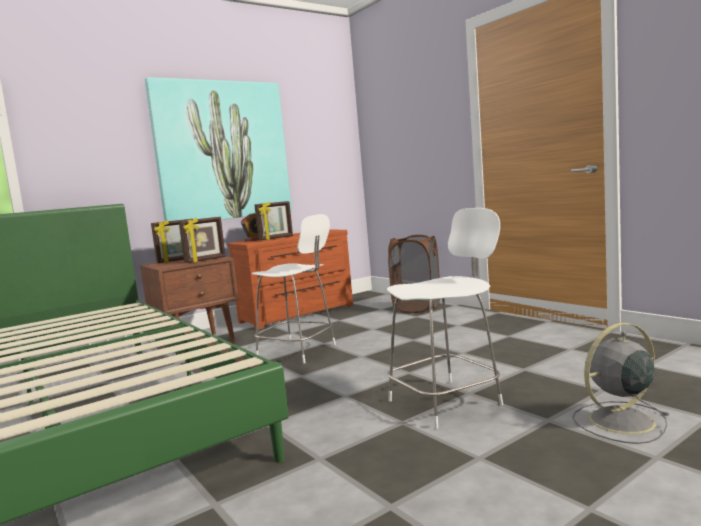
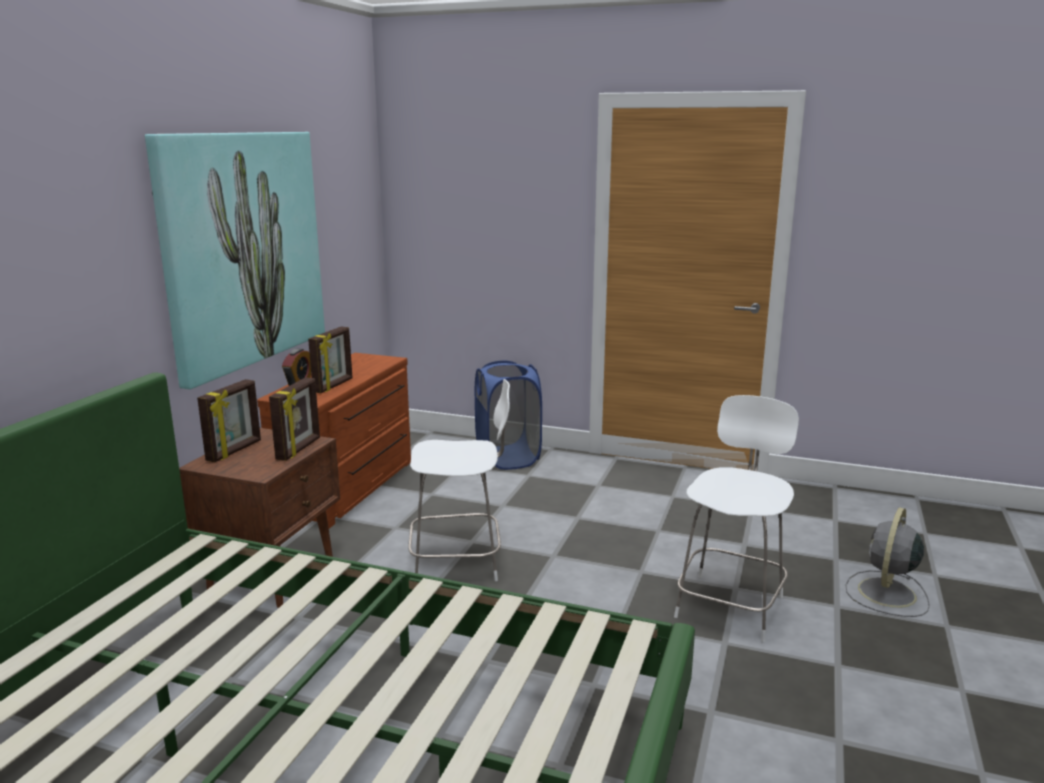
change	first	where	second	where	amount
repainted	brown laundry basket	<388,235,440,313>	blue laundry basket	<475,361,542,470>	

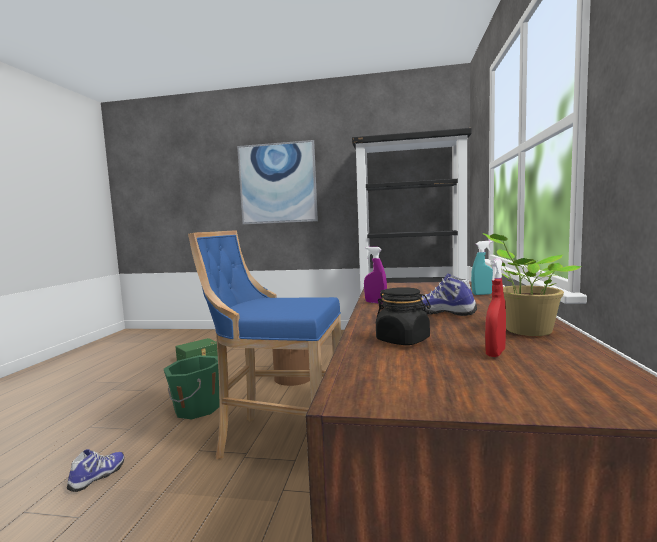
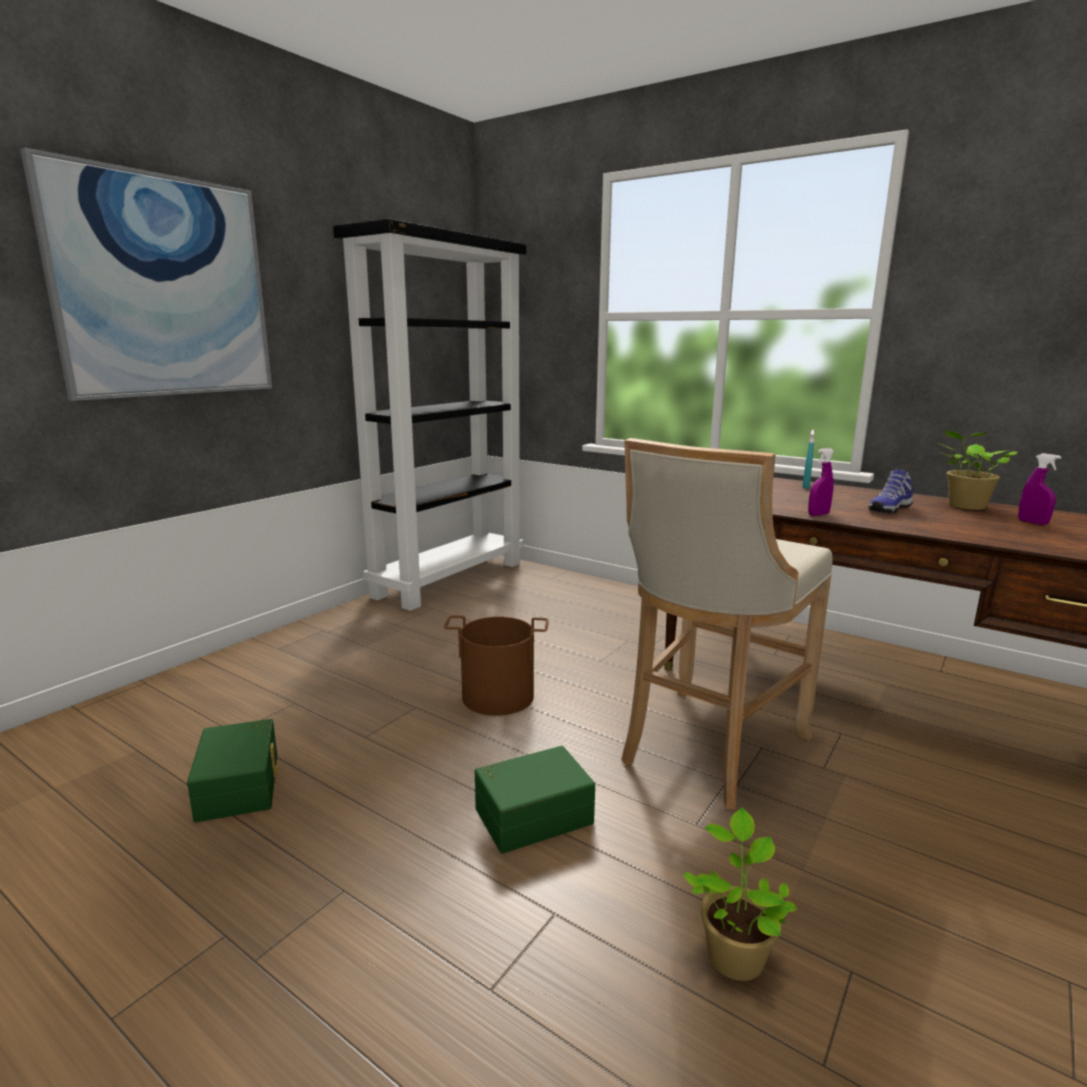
change	first	where	second	where	amount
swapped	green bucket	<164,355,219,419>	green storage box	<475,746,595,854>	
repainted	blue stool	<188,231,341,460>	beige stool	<621,438,833,809>	
swapped	shoe	<67,449,124,492>	potted plant	<683,808,797,981>	
repainted	red spray bottle	<485,258,506,357>	purple spray bottle	<1018,453,1061,525>	
gone	black jar	<376,287,431,345>			

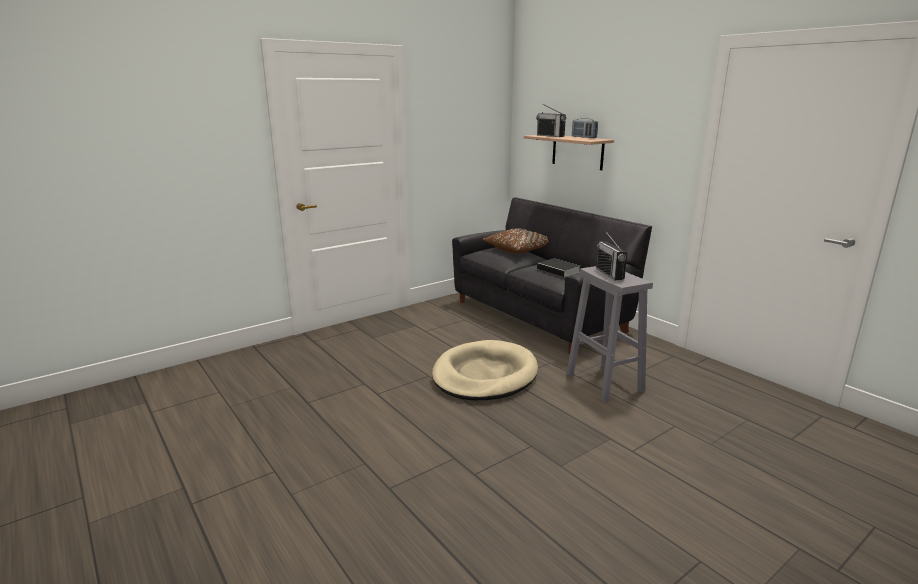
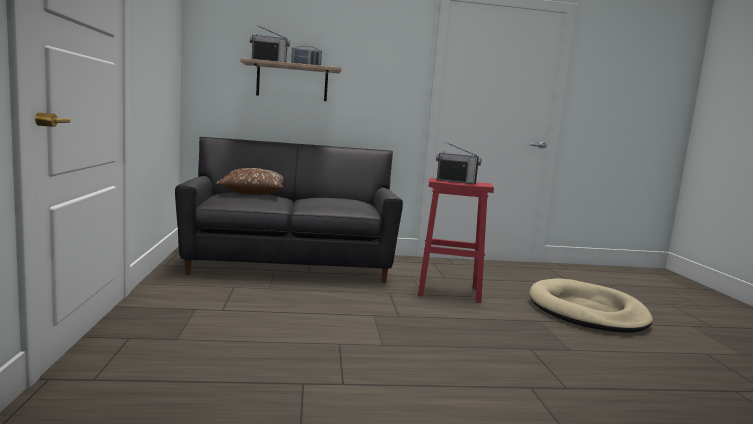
change	first	where	second	where	amount
repainted	grey stool	<566,266,653,402>	red stool	<418,178,494,303>	
shifted	beige dog bed	<432,340,538,400>		<529,278,653,333>	
gone	book	<537,258,580,277>			

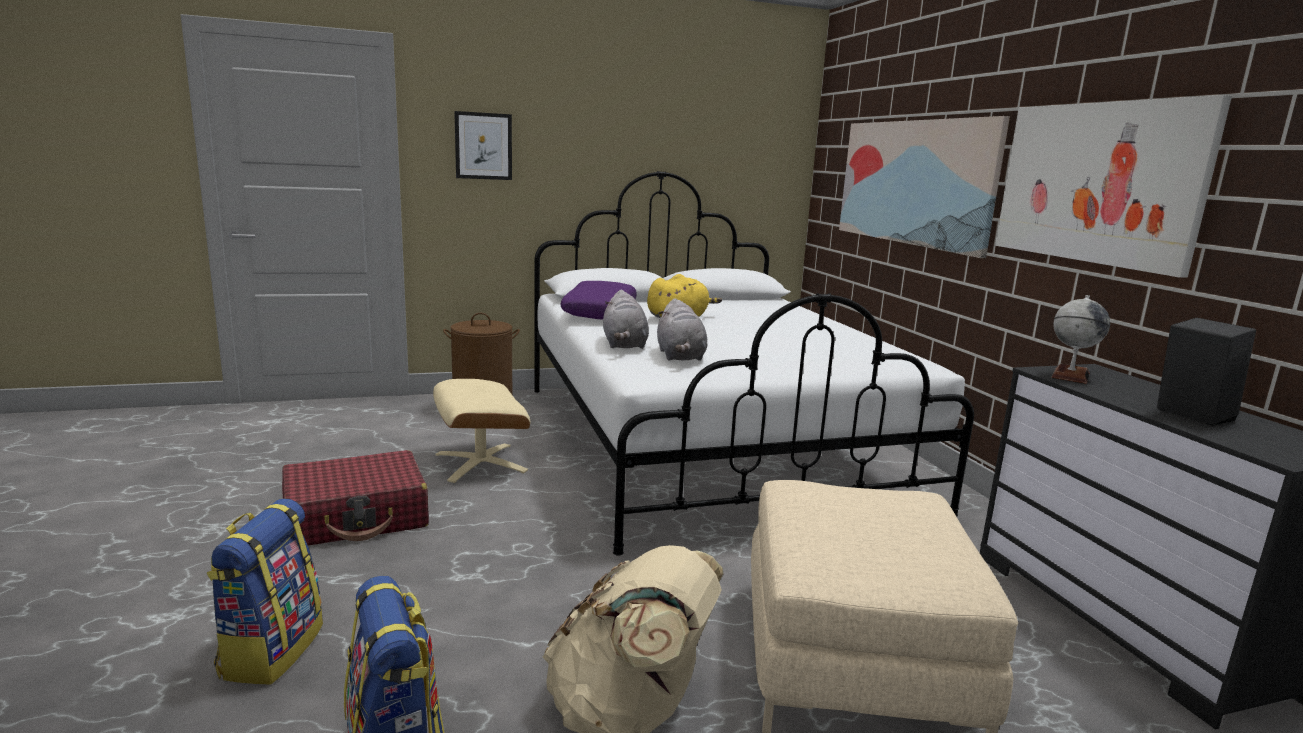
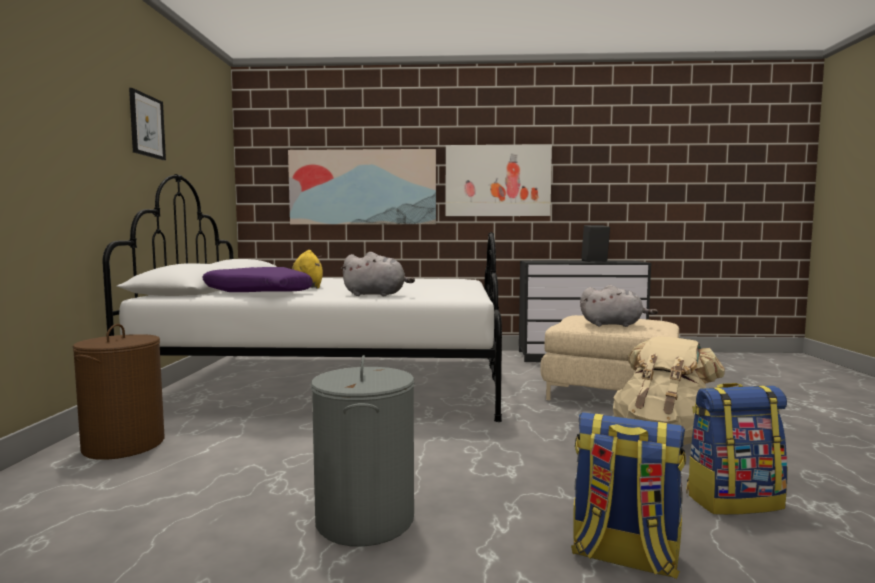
change	first	where	second	where	amount
shifted	picture	<454,111,512,180>		<129,88,166,160>	
swapped	red suitcase	<282,450,429,546>	grey laundry basket	<311,355,414,547>	
shifted	grey plush toy	<657,298,707,361>		<580,285,658,327>	
gone	beige ottoman	<433,379,531,483>			
gone	globe	<1051,295,1110,384>			

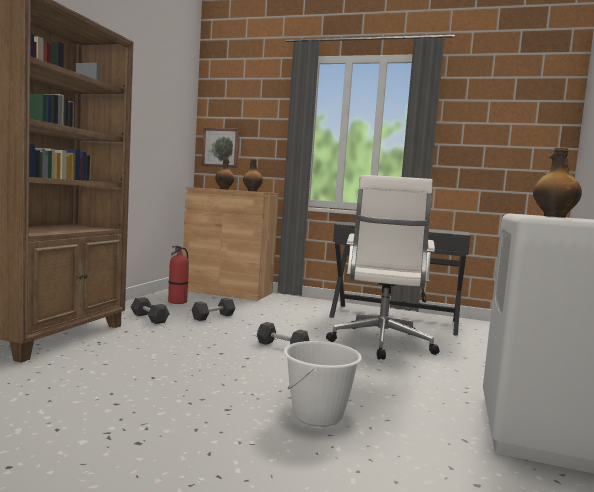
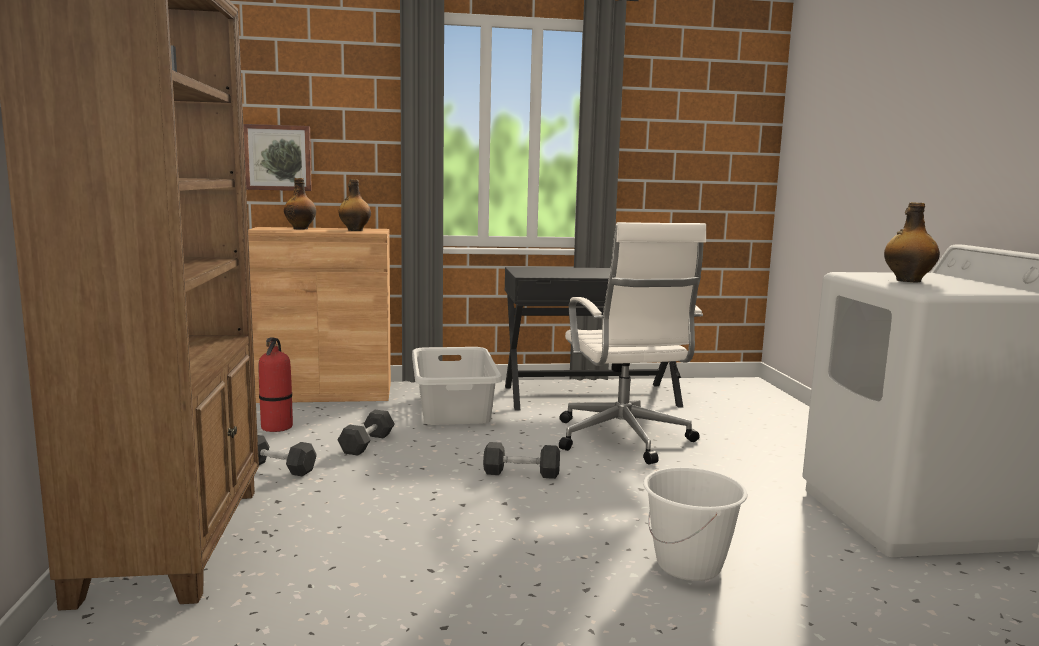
change	first	where	second	where	amount
new			grey laundry basket	<412,347,502,425>	

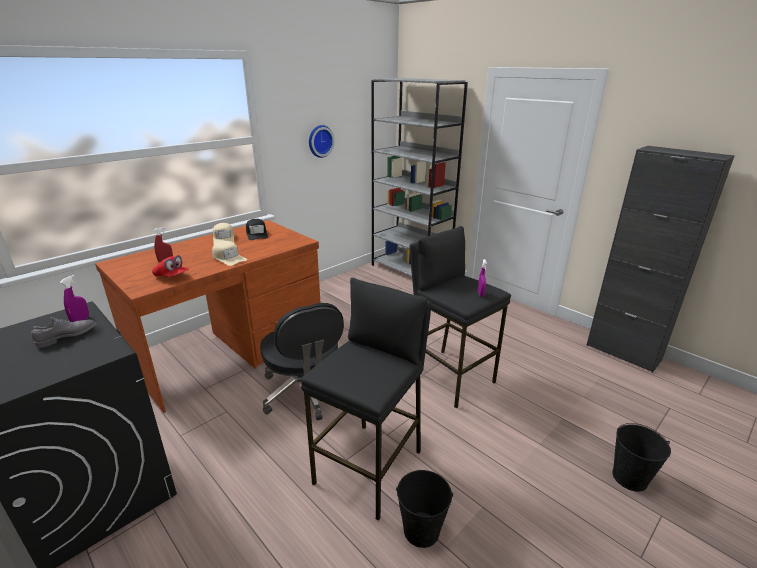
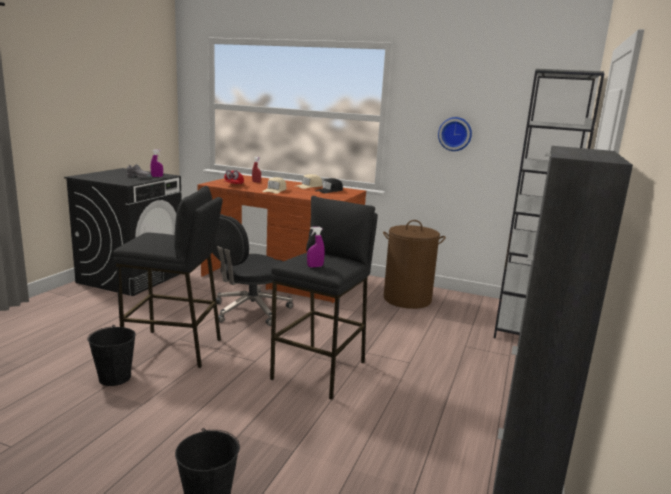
change	first	where	second	where	amount
new			brown laundry basket	<383,220,446,309>	

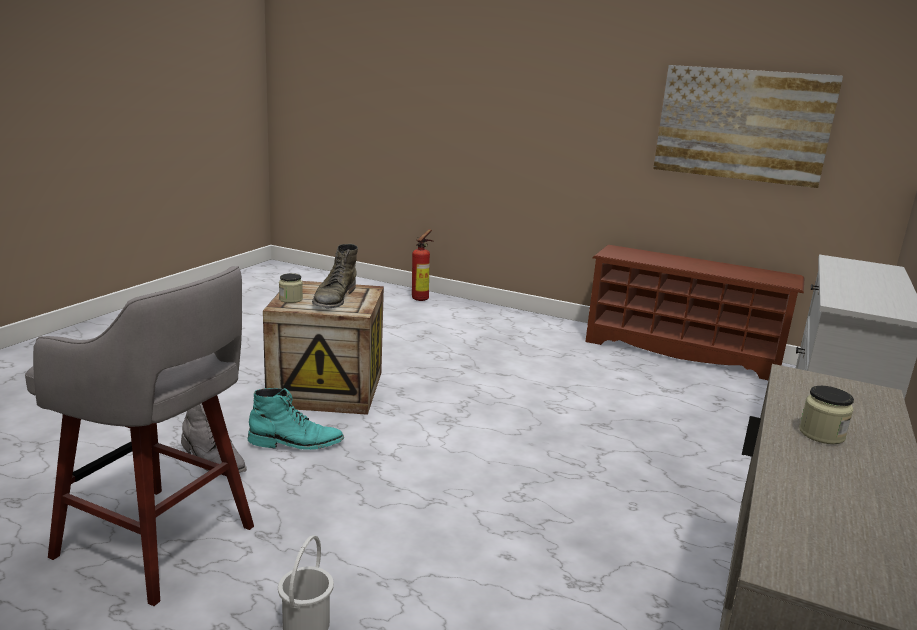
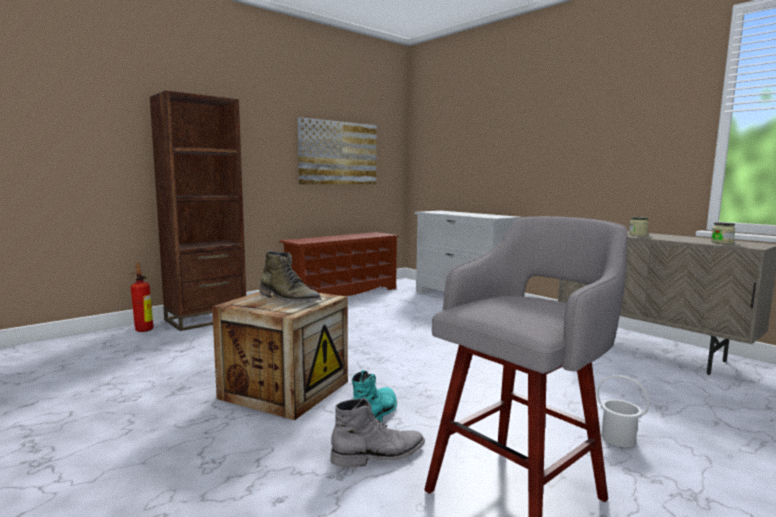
change	first	where	second	where	amount
new			brown bookcase	<150,91,246,331>	
shifted	jar	<279,273,303,303>		<711,222,735,244>	

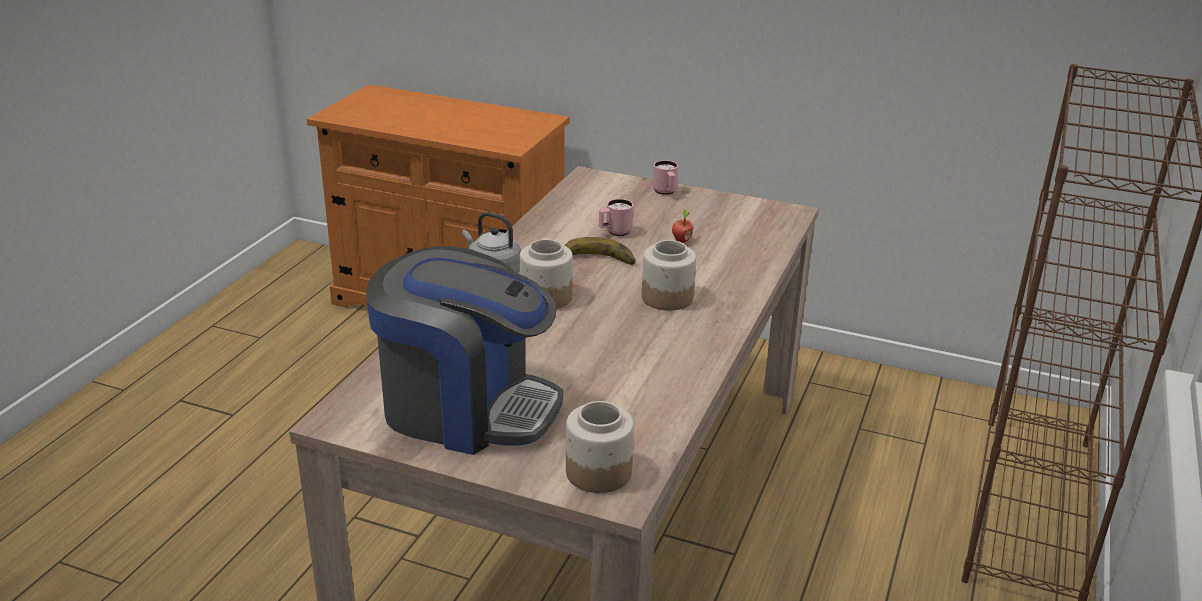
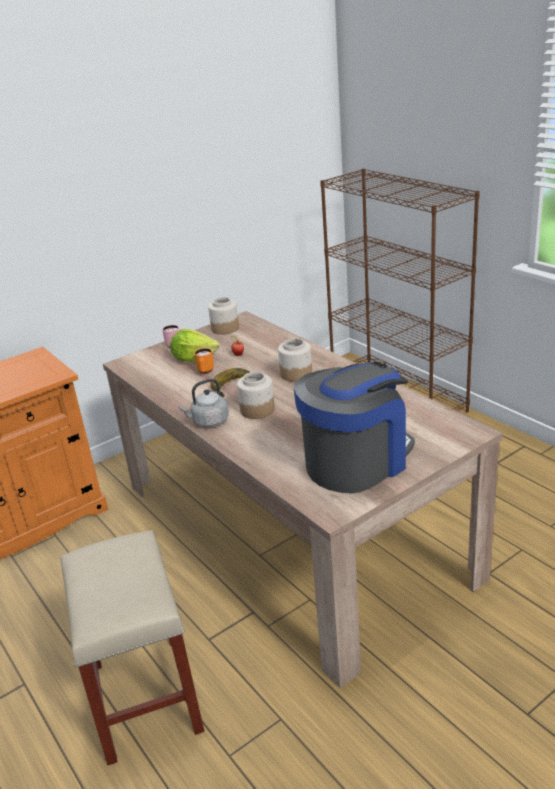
change	first	where	second	where	amount
new			beige stool	<61,530,204,765>	
new			lettuce	<170,329,219,362>	
repainted	pink mug	<599,199,634,236>	orange mug	<194,348,214,373>	
shifted	jar	<566,401,634,493>		<208,297,239,335>	

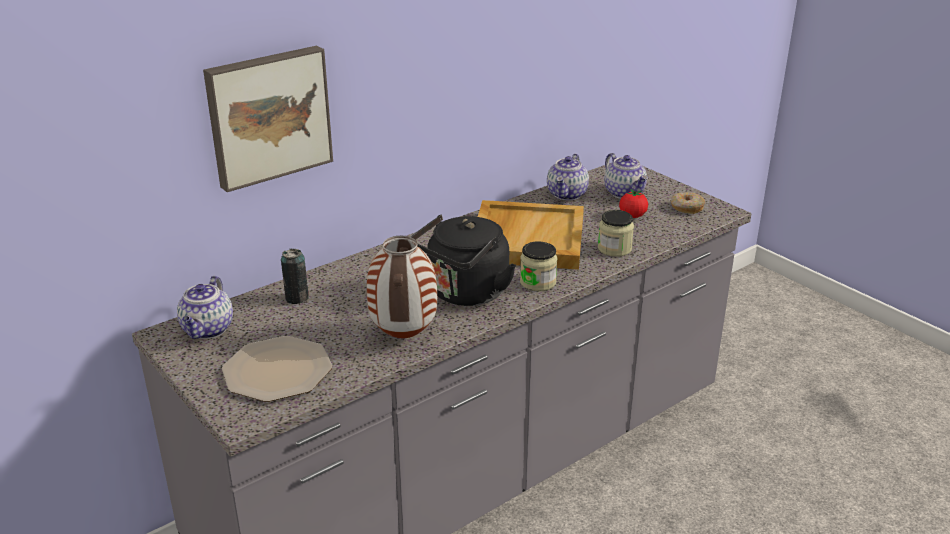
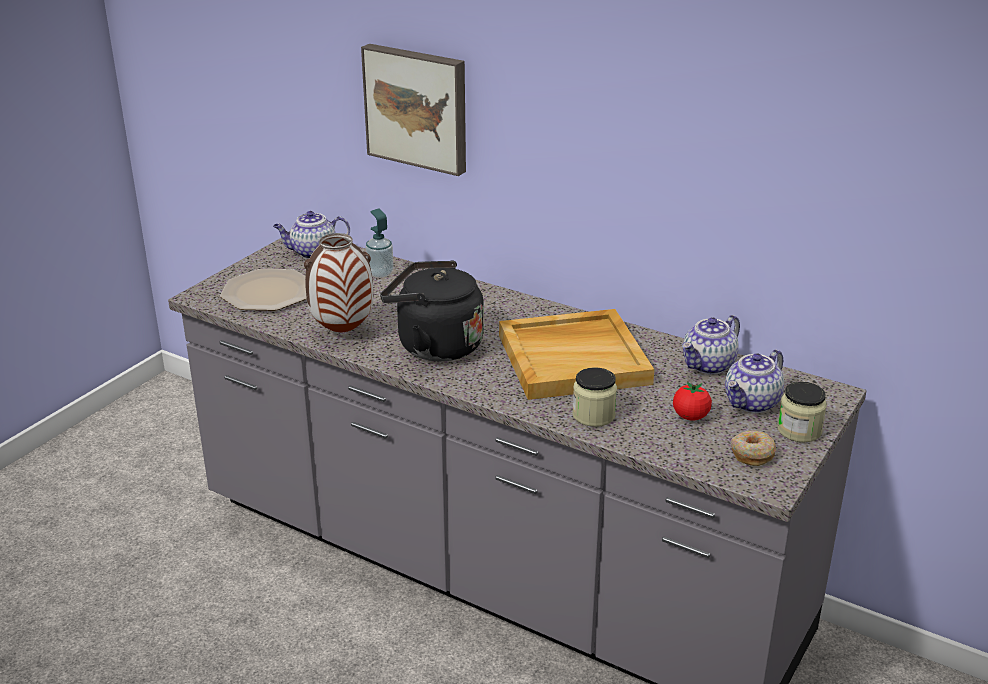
change	first	where	second	where	amount
swapped	can	<281,249,309,304>	soap dispenser	<366,209,394,278>	
rotated	teapot	<547,154,589,200>		<682,315,740,374>	45 degrees counterclockwise
shifted	jar	<520,241,558,291>		<777,381,827,442>	

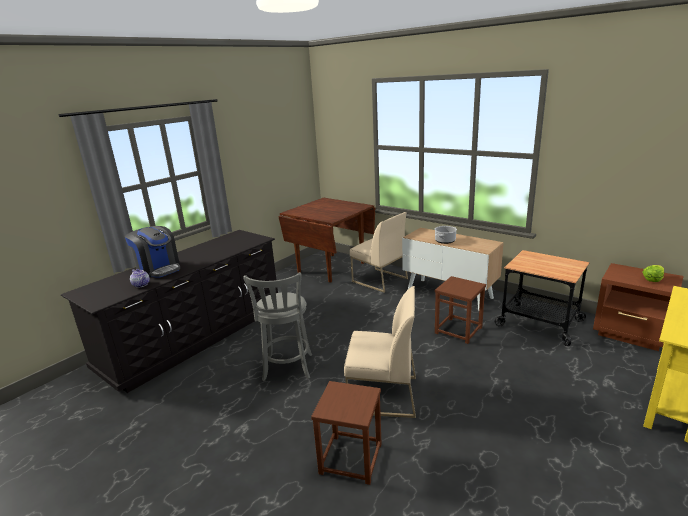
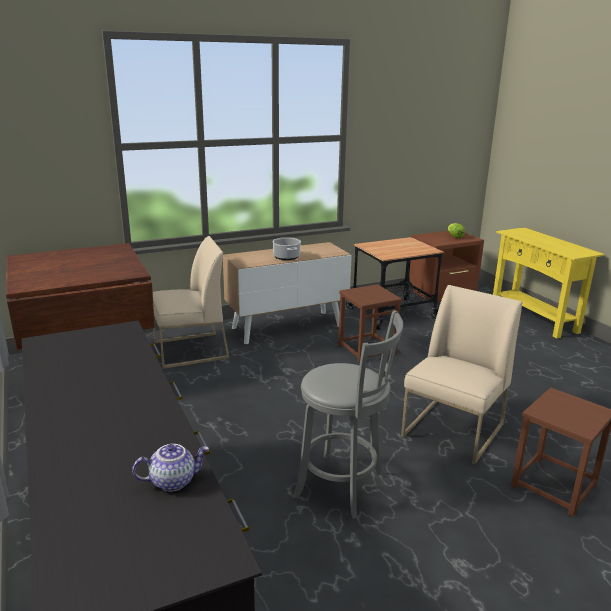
change	first	where	second	where	amount
gone	coffee machine	<125,226,180,278>			

